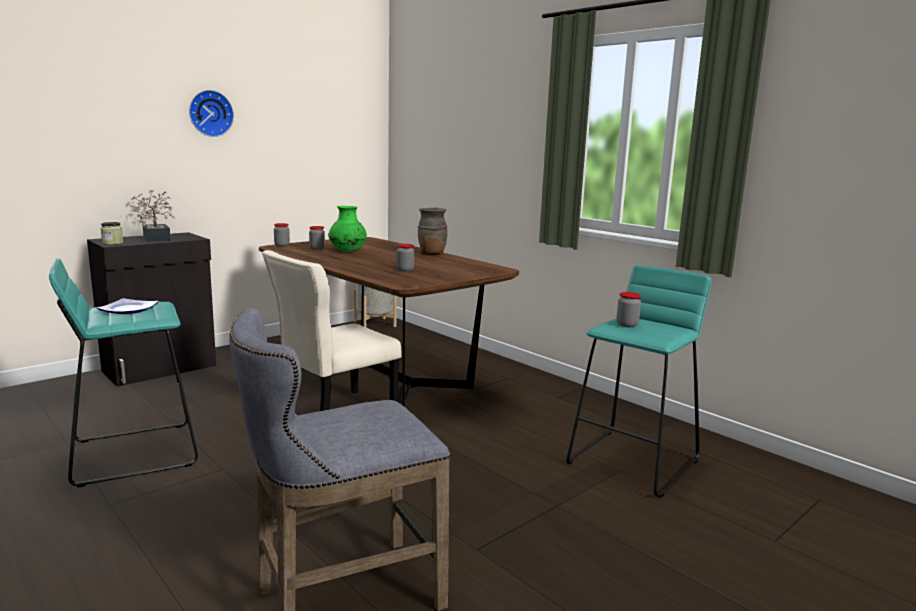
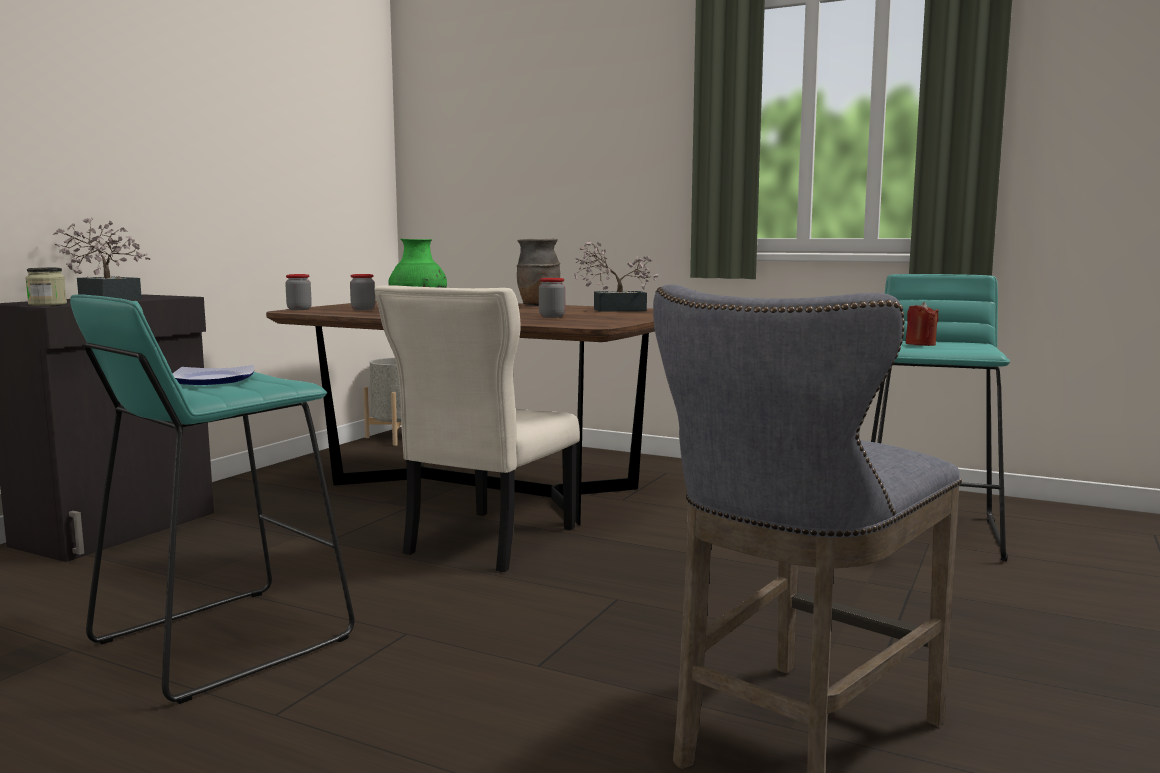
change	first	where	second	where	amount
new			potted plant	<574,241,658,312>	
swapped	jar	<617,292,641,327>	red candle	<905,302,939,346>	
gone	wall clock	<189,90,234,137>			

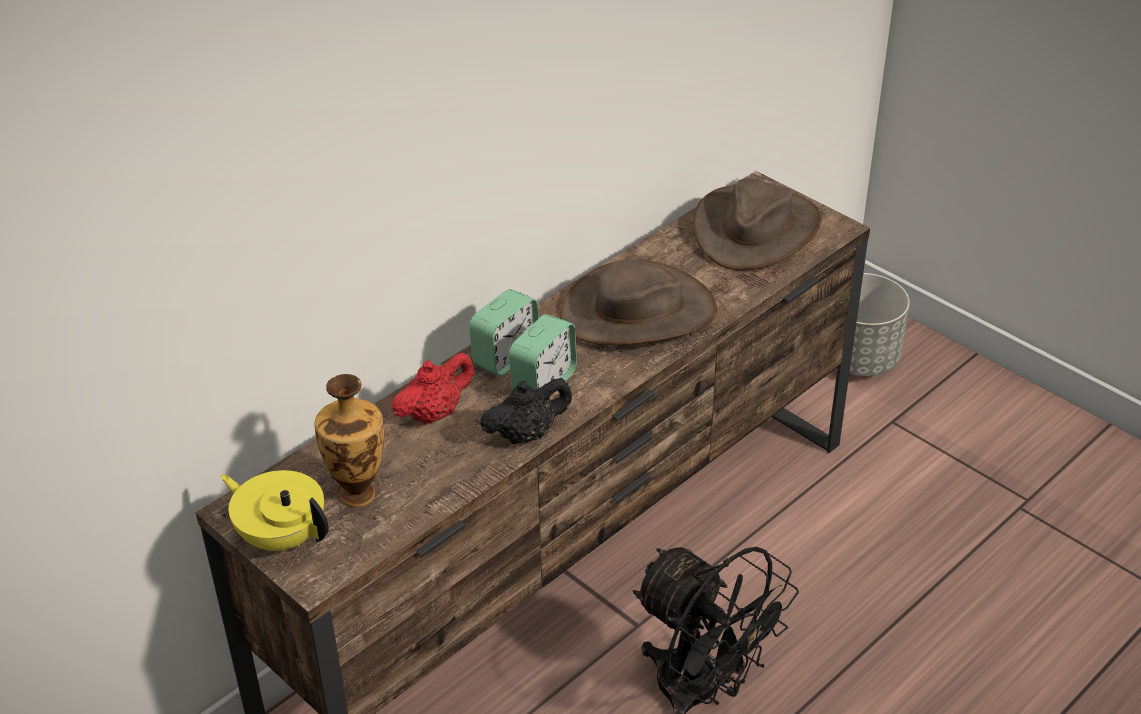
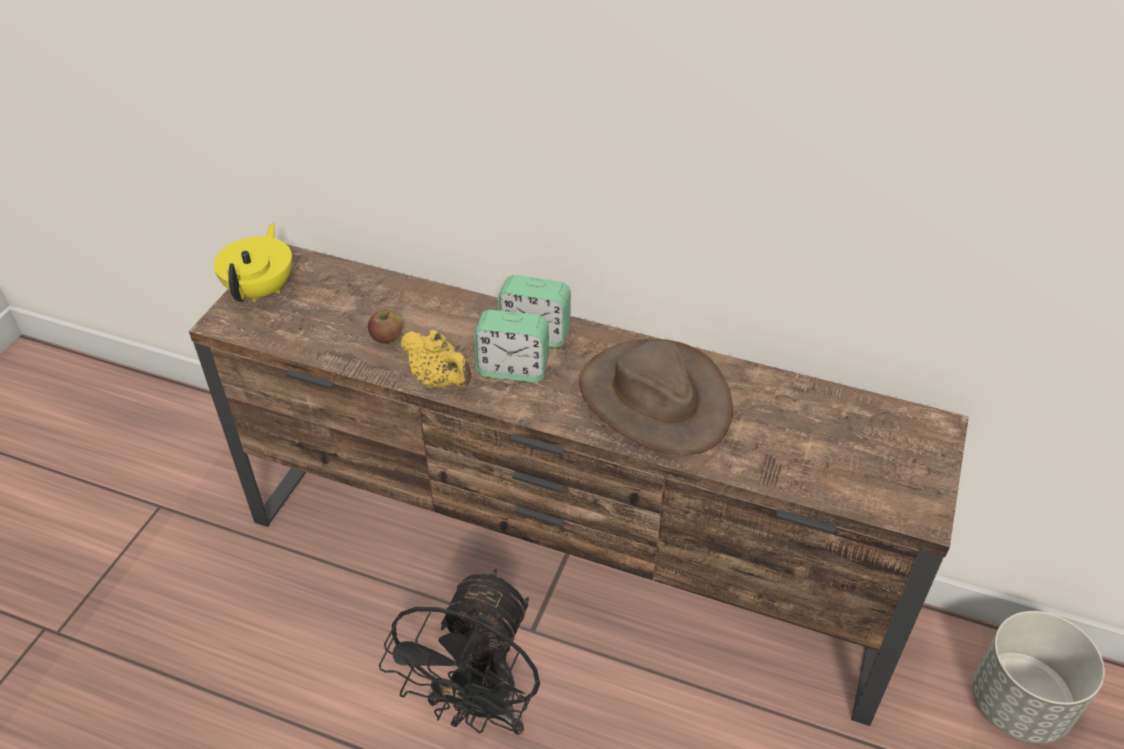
change	first	where	second	where	amount
new			apple	<368,310,403,344>	
repainted	black teapot	<480,378,572,444>	yellow teapot	<400,330,472,388>	
gone	vase	<314,374,384,507>			
gone	red teapot	<392,352,475,425>			
gone	brown hat	<693,179,822,271>			

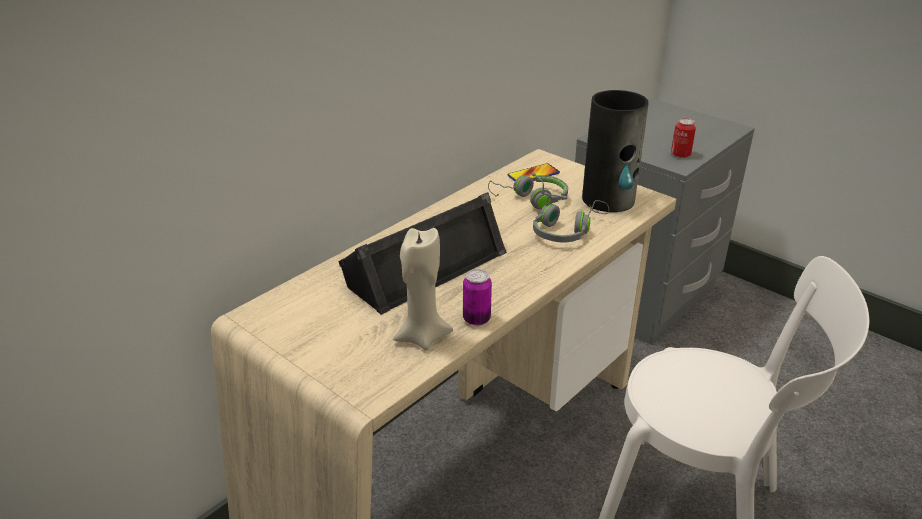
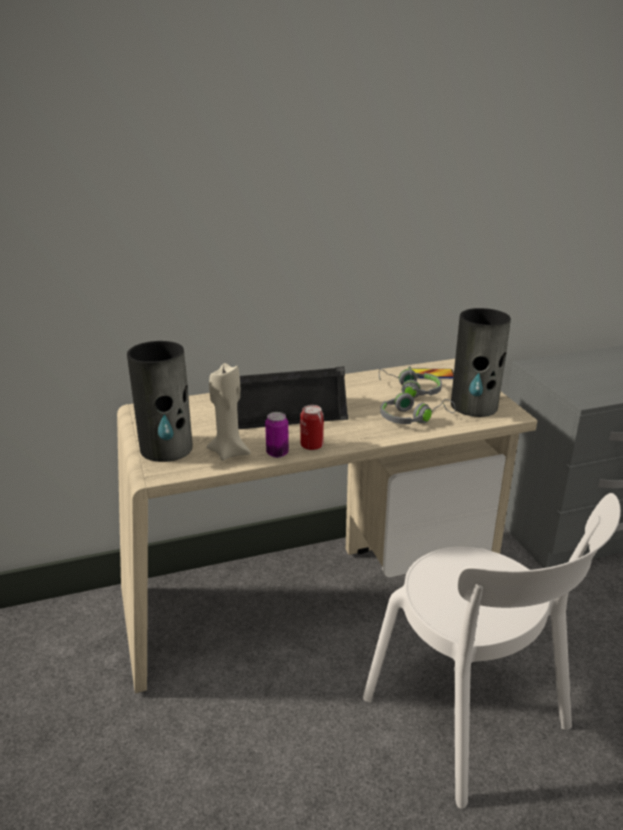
change	first	where	second	where	amount
new			vase	<127,341,193,462>	
shifted	can	<671,118,696,158>		<300,405,324,450>	

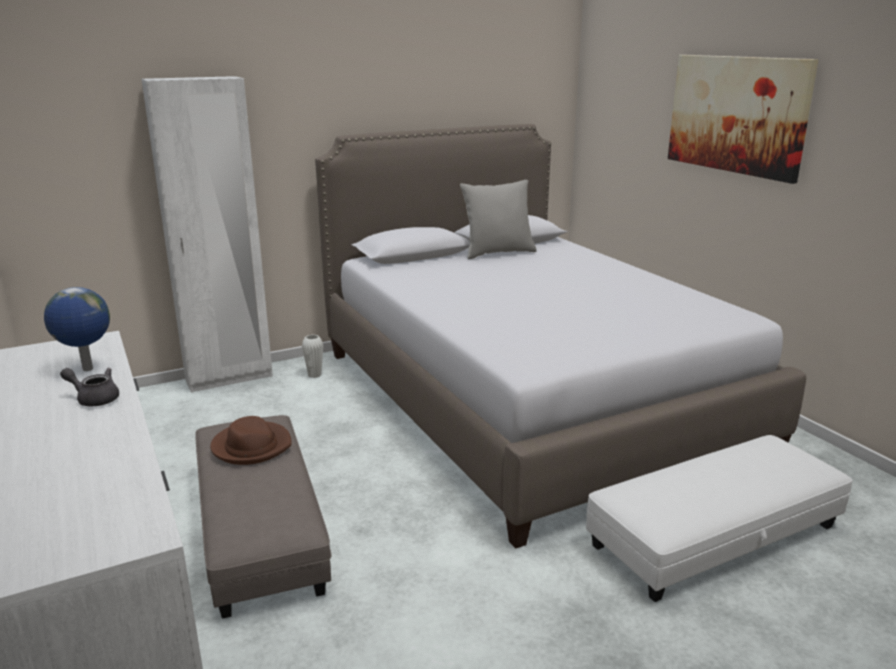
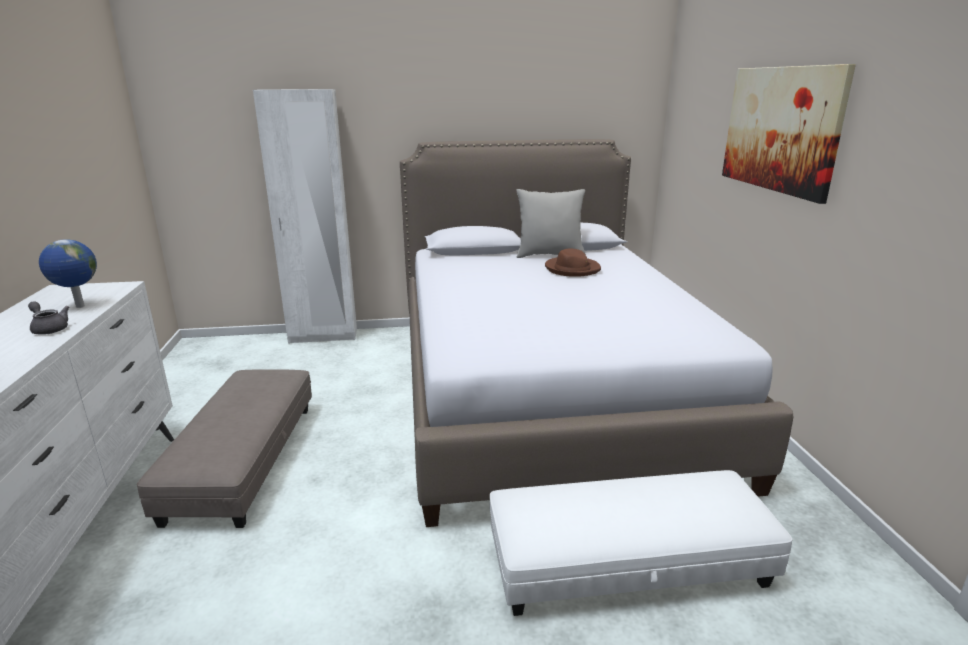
change	first	where	second	where	amount
shifted	brown hat	<210,416,292,465>		<545,248,601,277>	
gone	white vase	<302,335,323,378>			

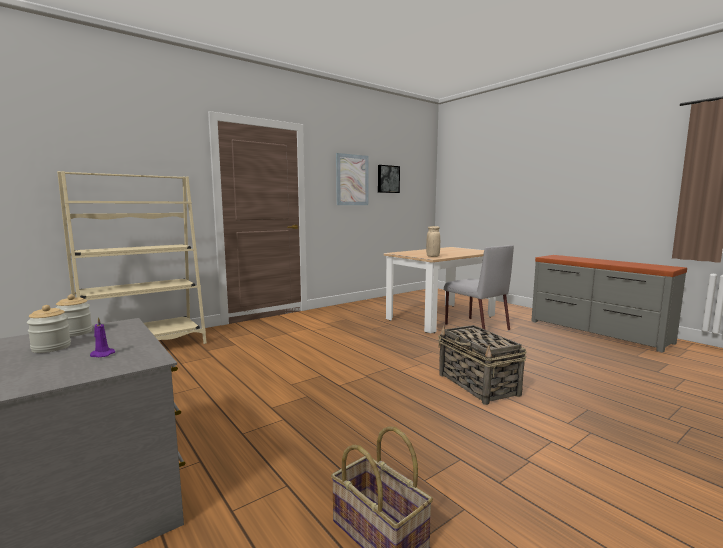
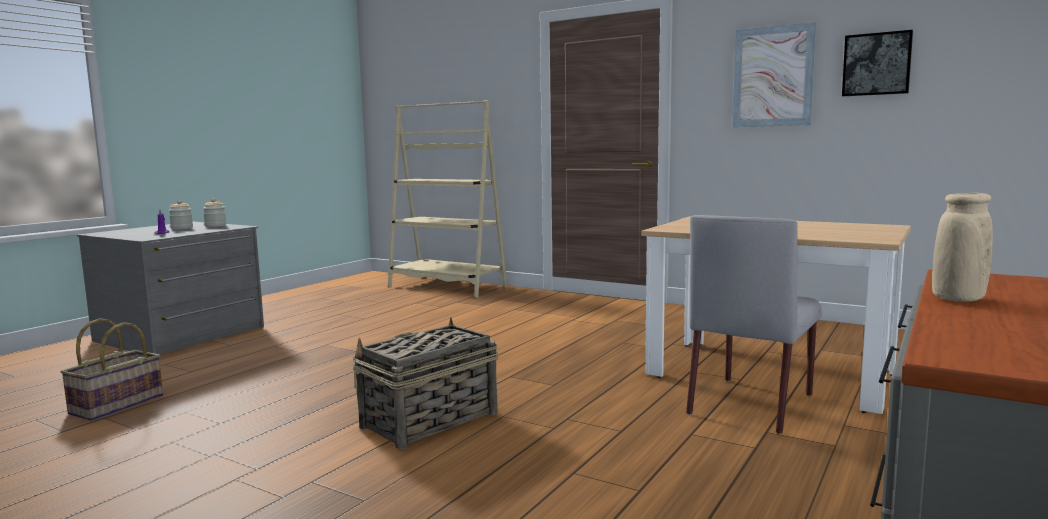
change	first	where	second	where	amount
shifted	beige vase	<426,226,440,257>		<932,193,993,302>	

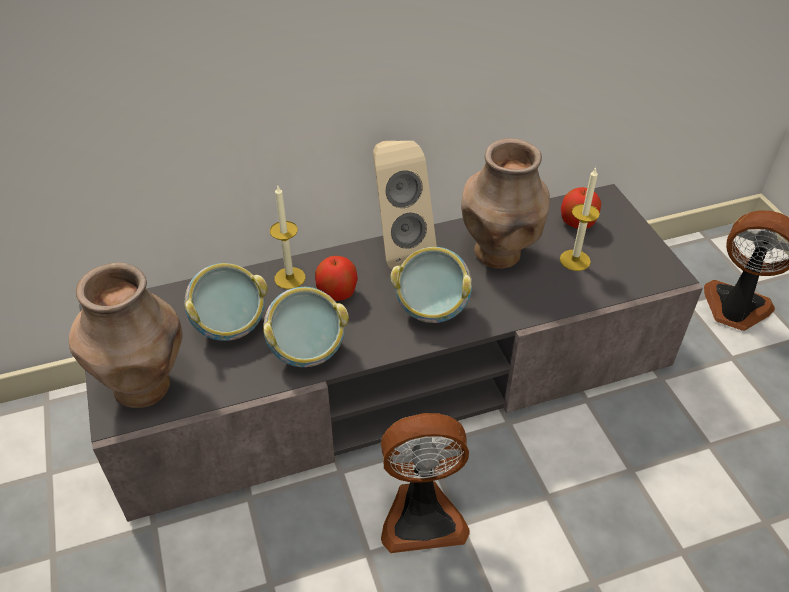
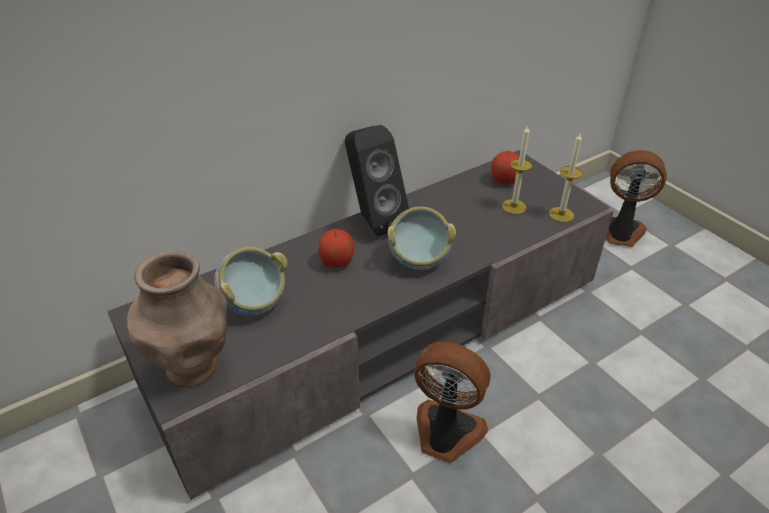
change	first	where	second	where	amount
repainted	beige speaker	<373,141,437,269>	black speaker	<345,125,409,236>	
rotated	fan	<381,413,469,553>		<414,342,491,463>	135 degrees counterclockwise
shifted	candle	<270,186,306,289>		<549,133,583,222>	
gone	bowl	<263,287,349,367>			
gone	brown vase	<461,138,550,269>			

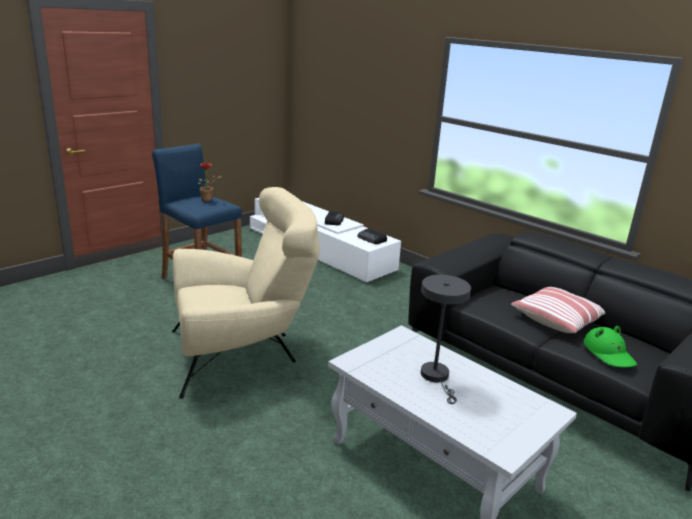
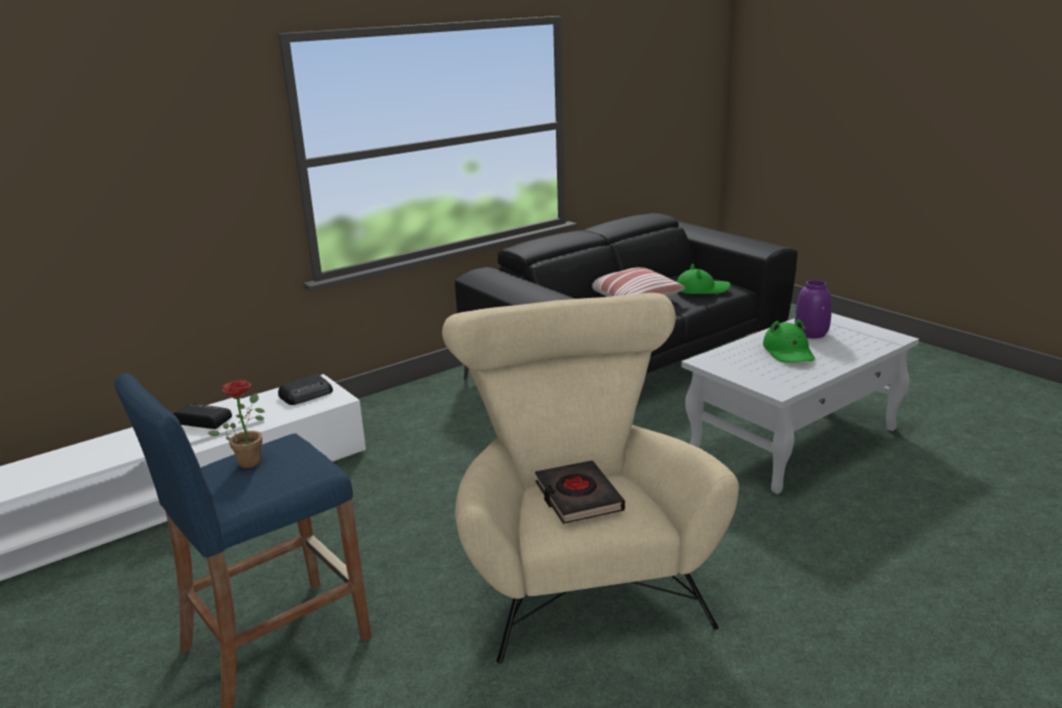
change	first	where	second	where	amount
new			black book	<535,460,625,524>	
swapped	grey table lamp	<421,275,471,404>	green hat	<763,319,815,363>	
new			purple vase	<795,280,832,339>	

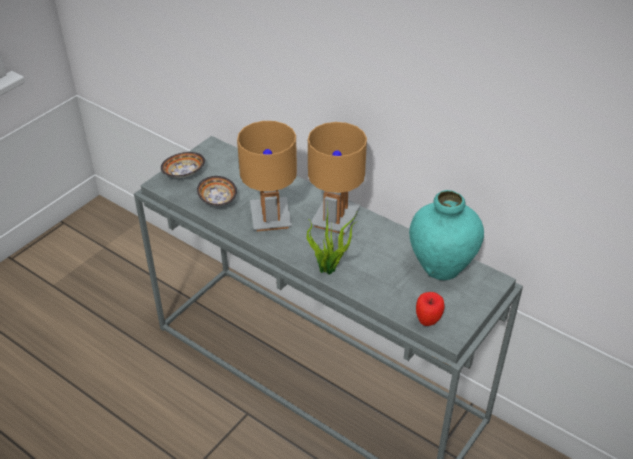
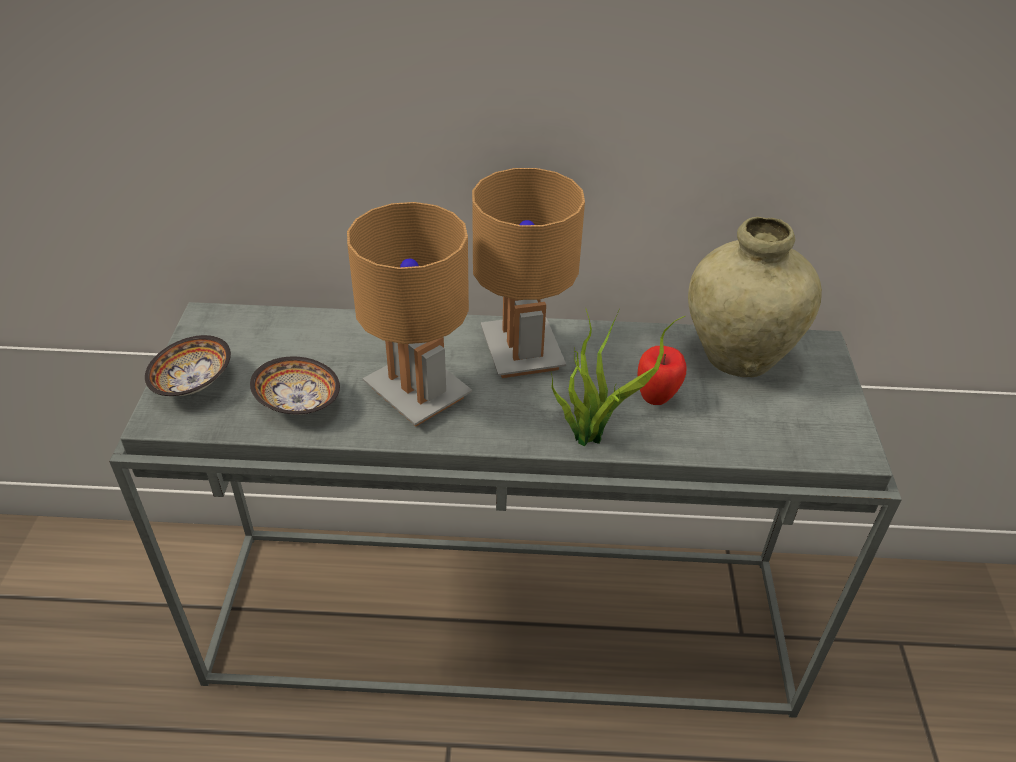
change	first	where	second	where	amount
shifted	apple	<416,292,445,326>		<637,346,687,405>	
repainted	turquoise vase	<409,190,484,280>	beige vase	<688,217,822,377>	

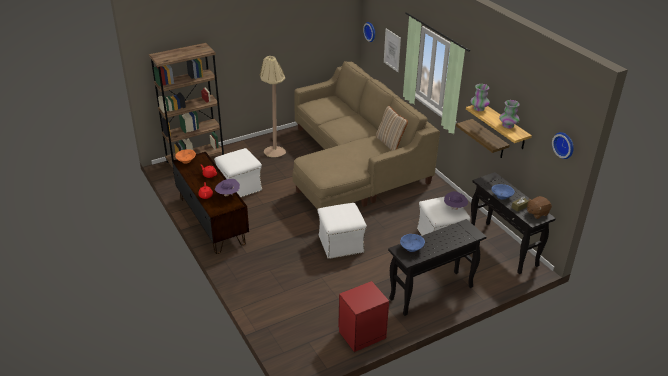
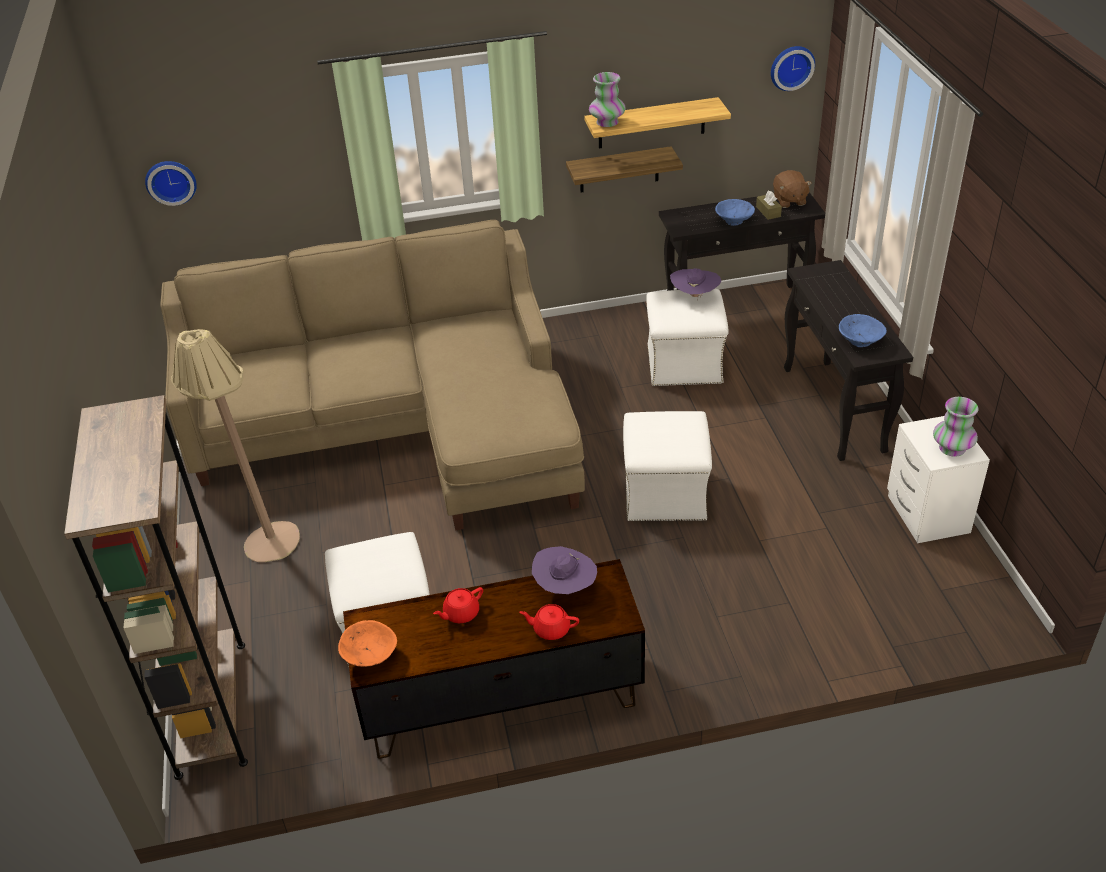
change	first	where	second	where	amount
repainted	red nightstand	<338,281,389,352>	white nightstand	<887,416,990,543>	
shifted	vase	<499,100,520,128>		<933,397,978,457>	
gone	beige pillow	<376,106,408,151>			
gone	picture	<384,29,401,72>			

